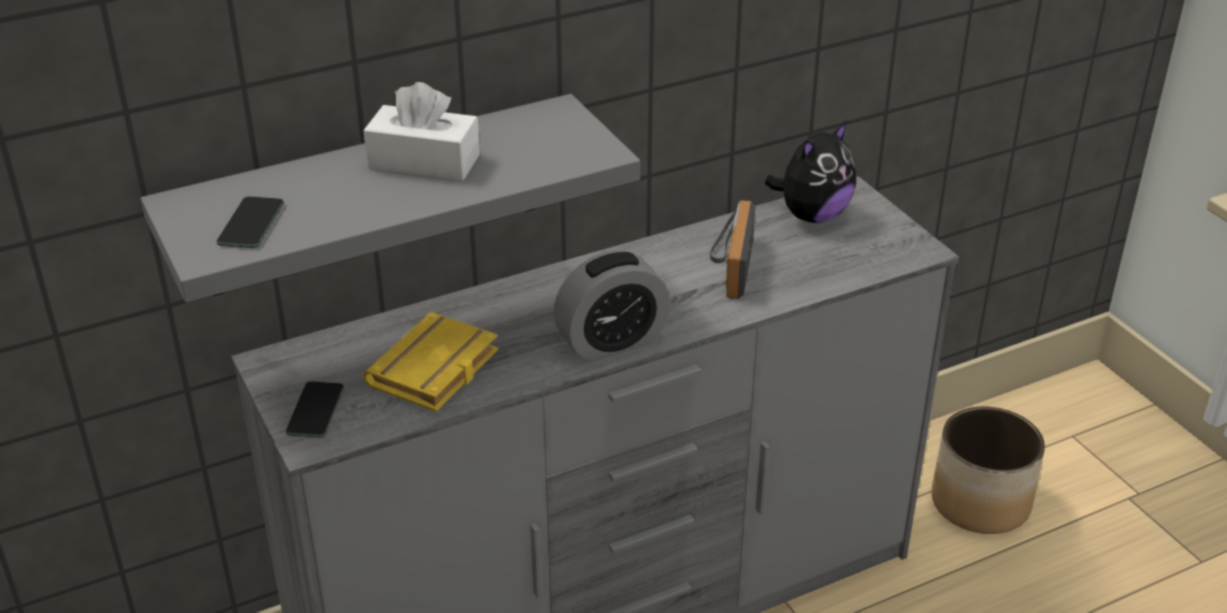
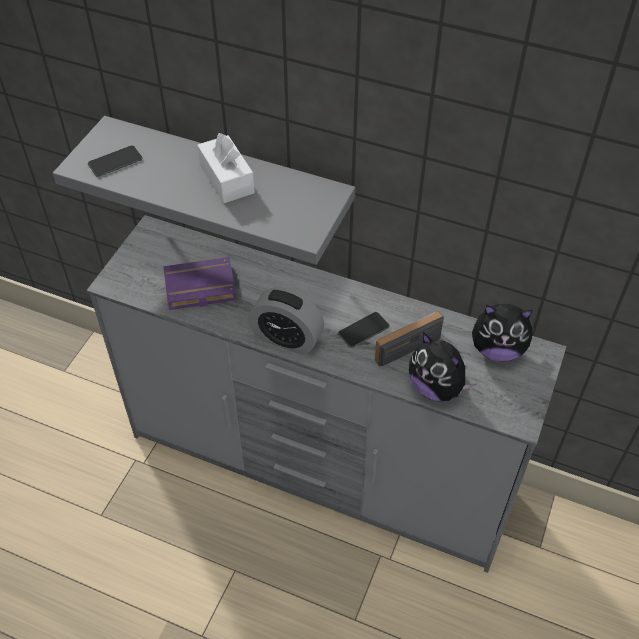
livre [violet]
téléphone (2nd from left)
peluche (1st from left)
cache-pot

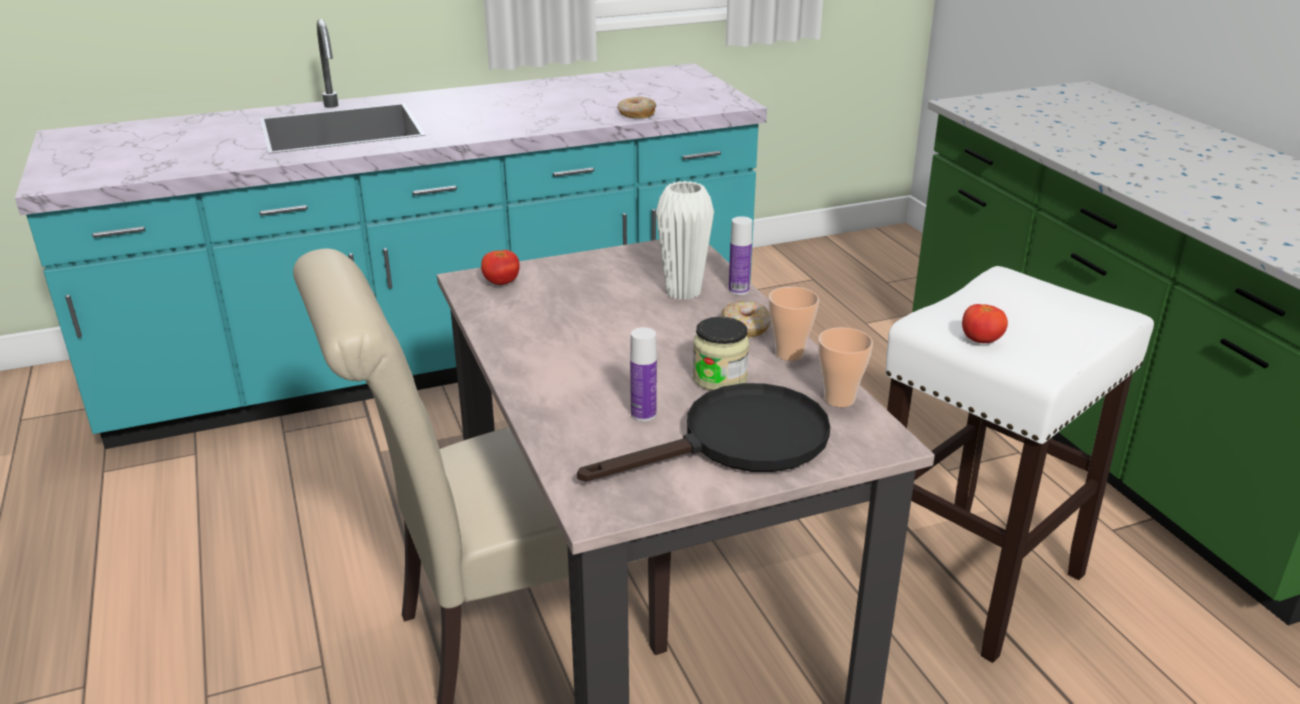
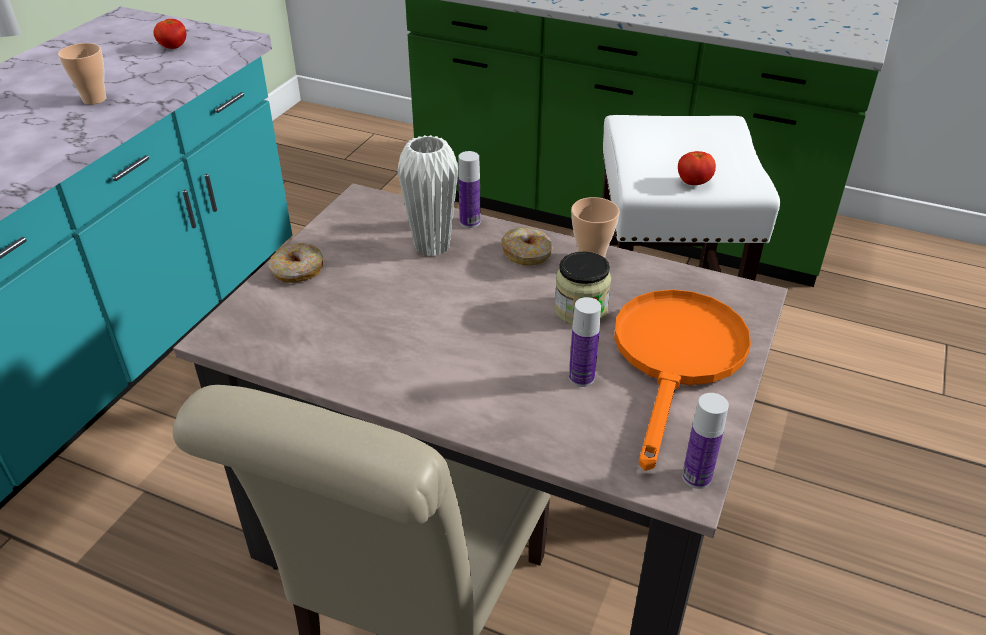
tasse (1st from left)
tomate (1st from left)
beignet (1st from left)
poêle [orange]
bouteille (3rd from left)

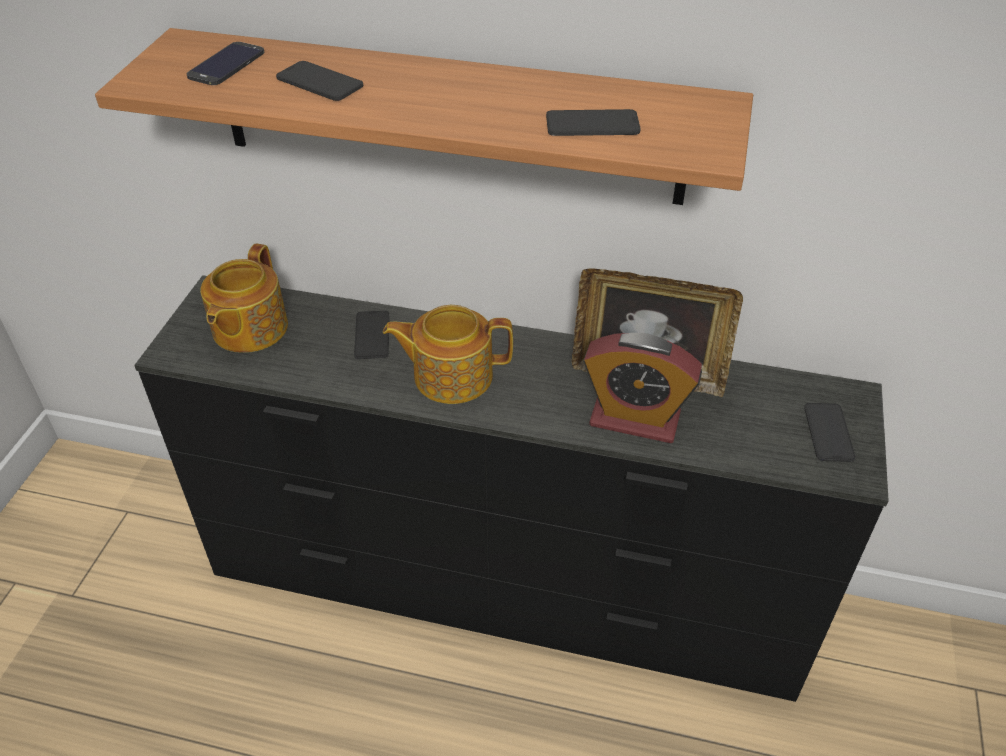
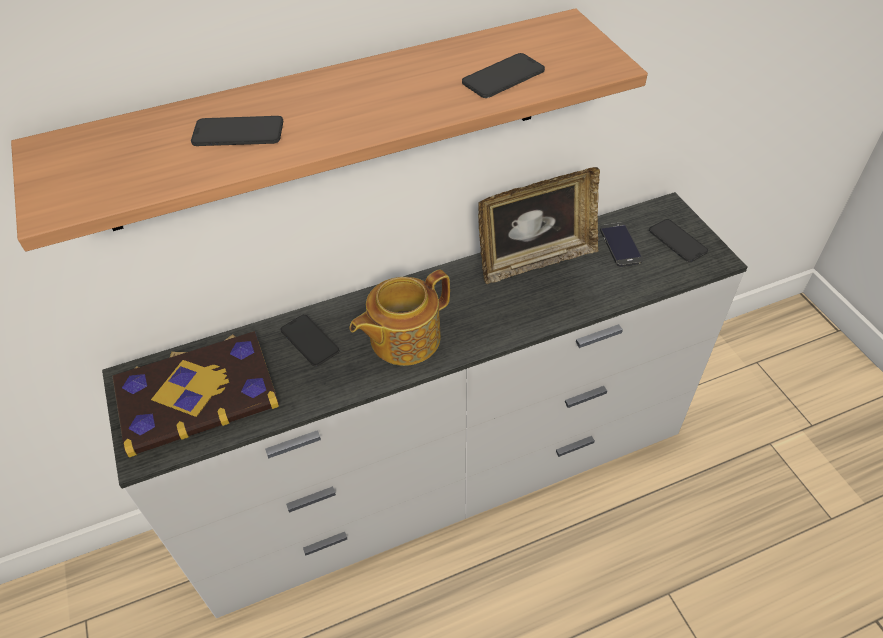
commode [blanc]
livre
téléphone (4th from left)
réveil

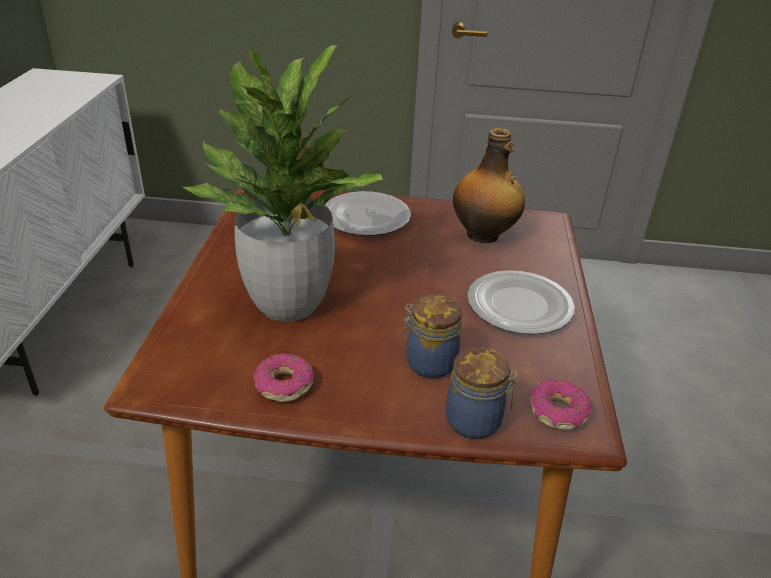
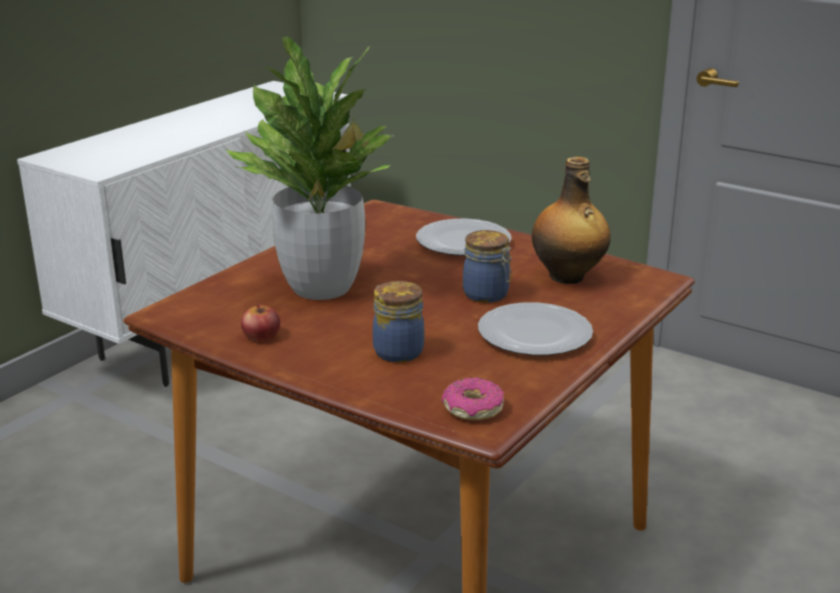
pomme
bocal (2nd from left)

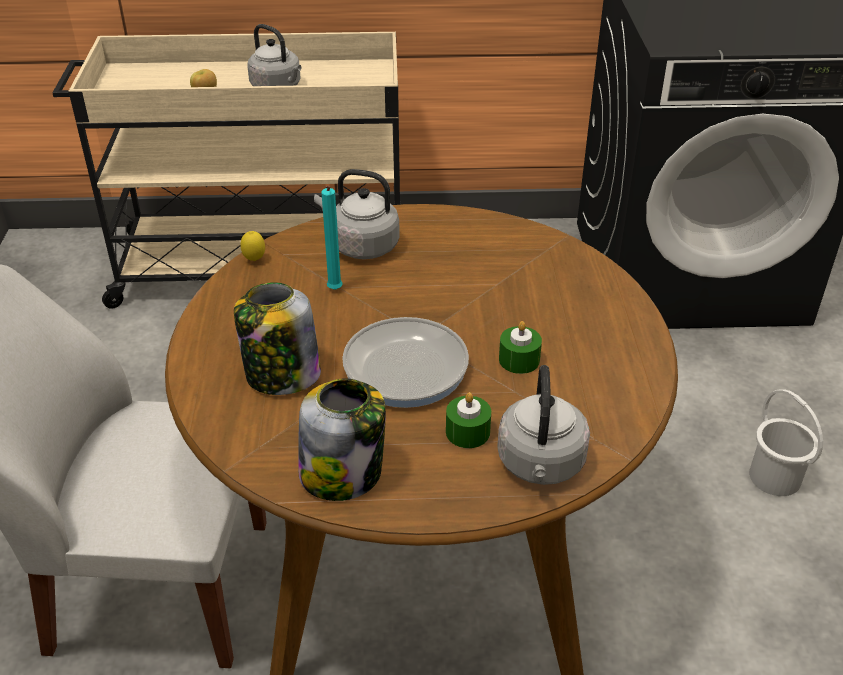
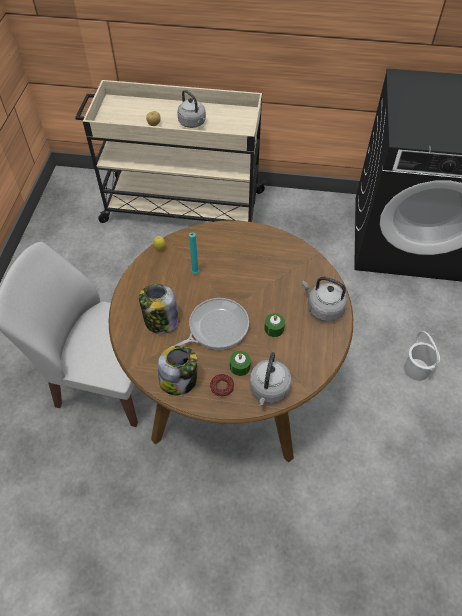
beignet
bouilloire [gris] (3rd from left)

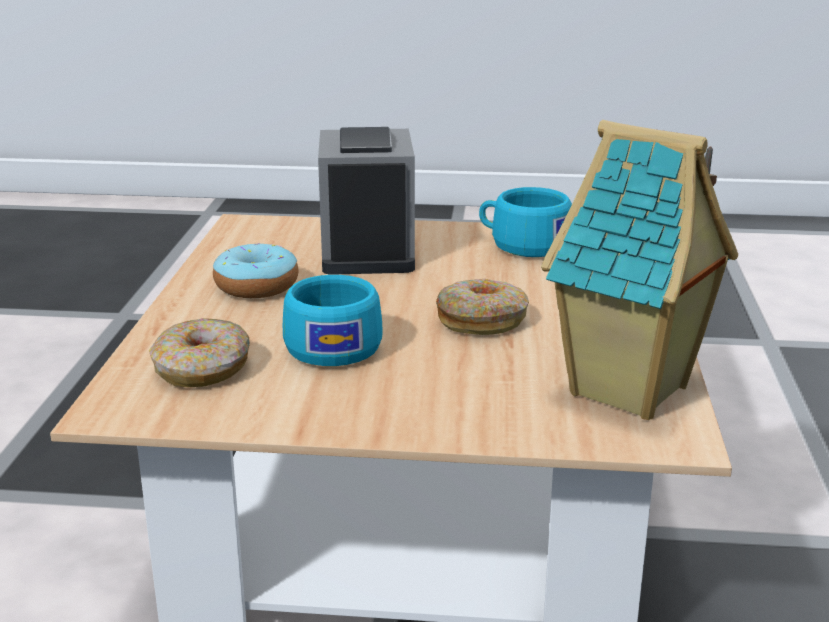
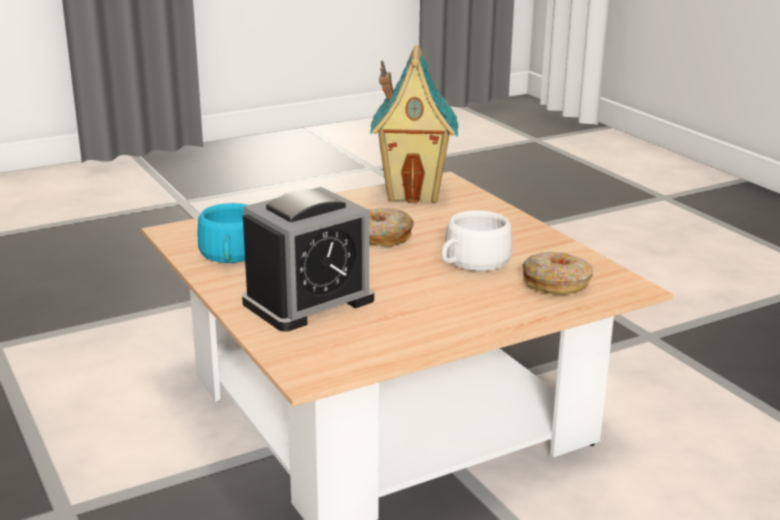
tasse [blanc]
beignet (2nd from left in the first image)

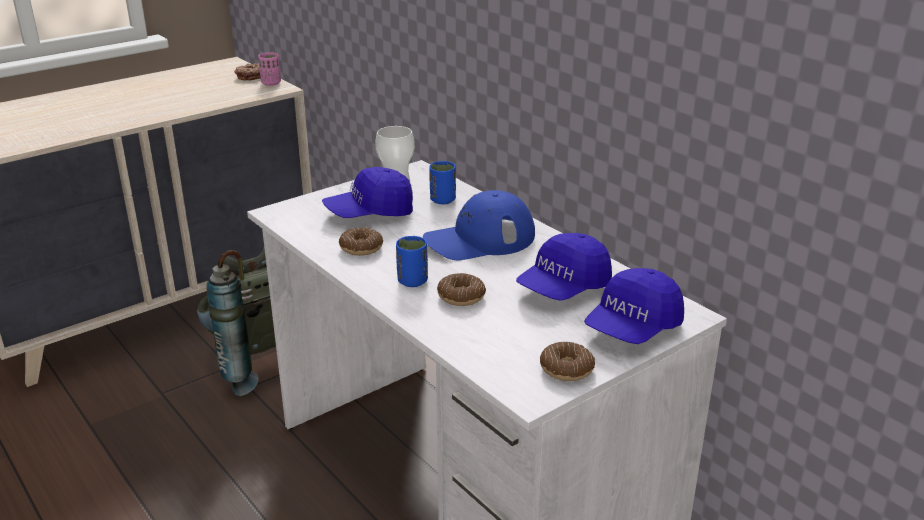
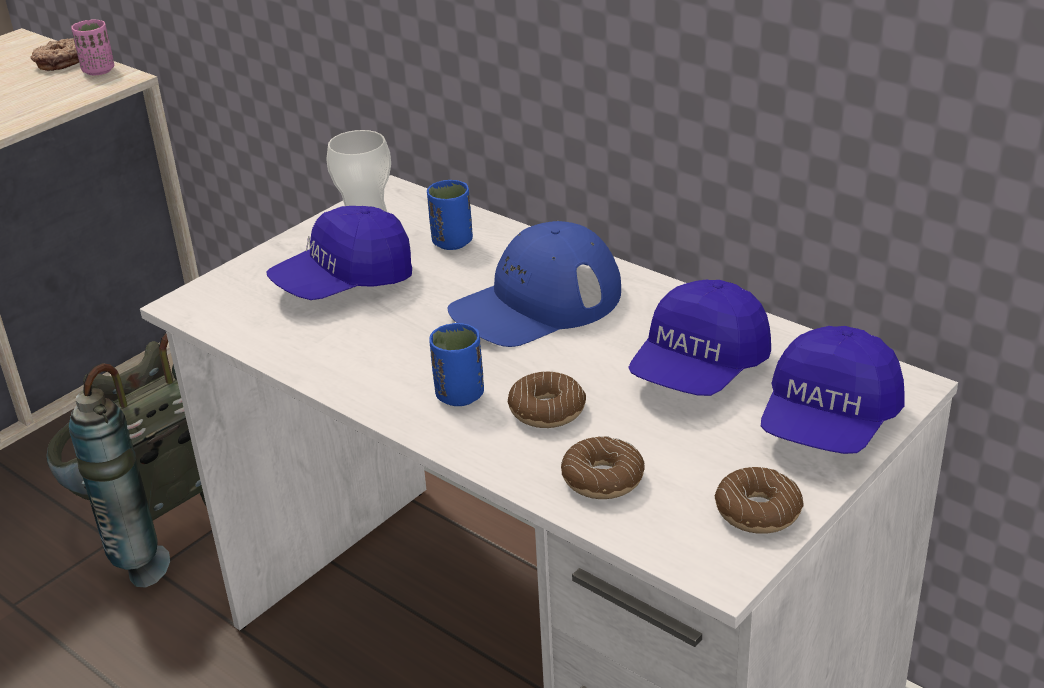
beignet (3rd from left)

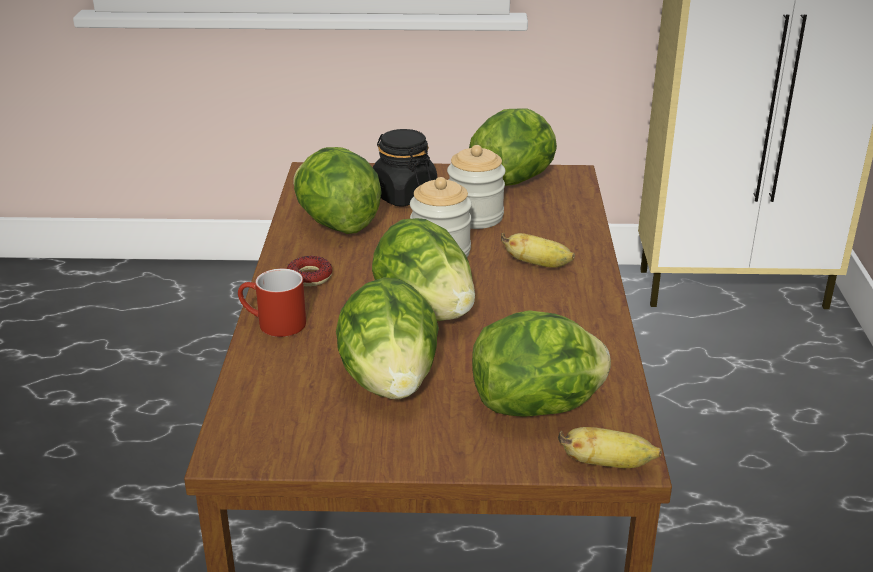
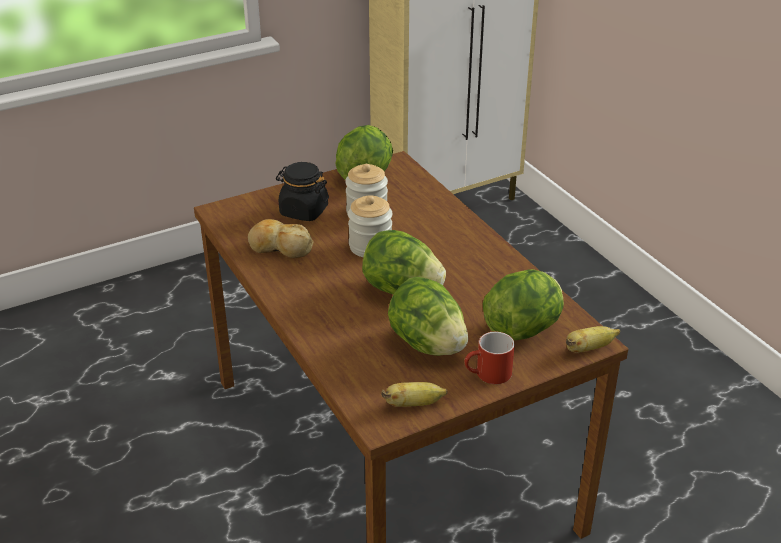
pain
banane (1st from left)
mug [rouge]
beignet

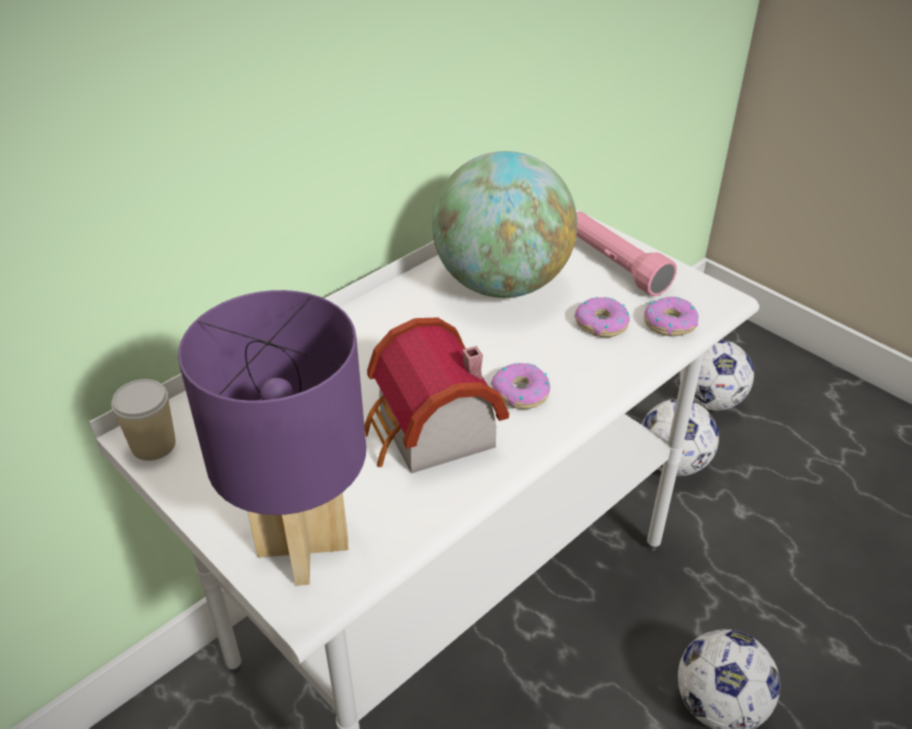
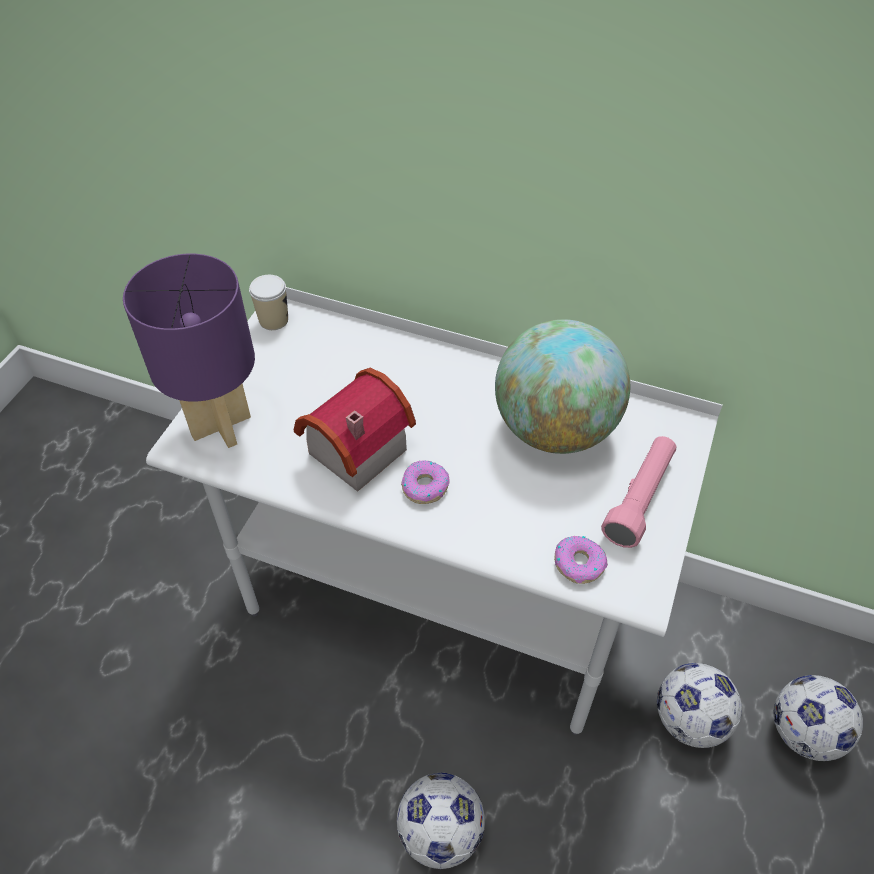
beignet (2nd from left in the first image)

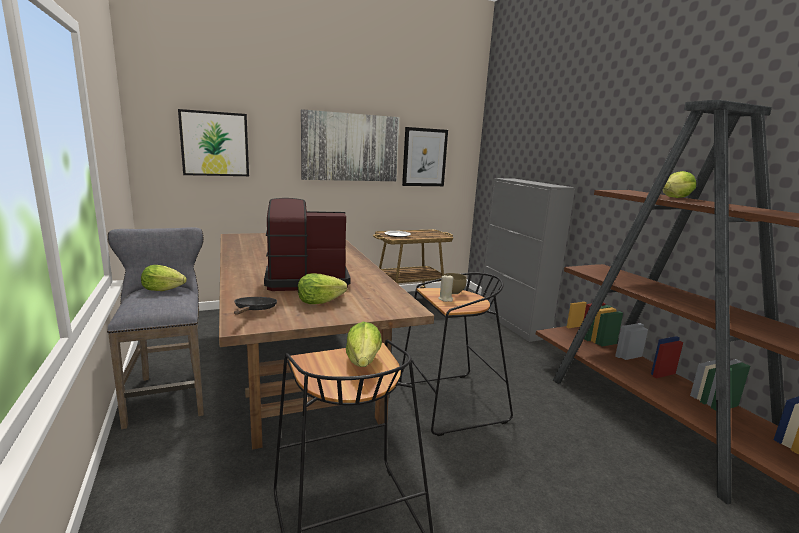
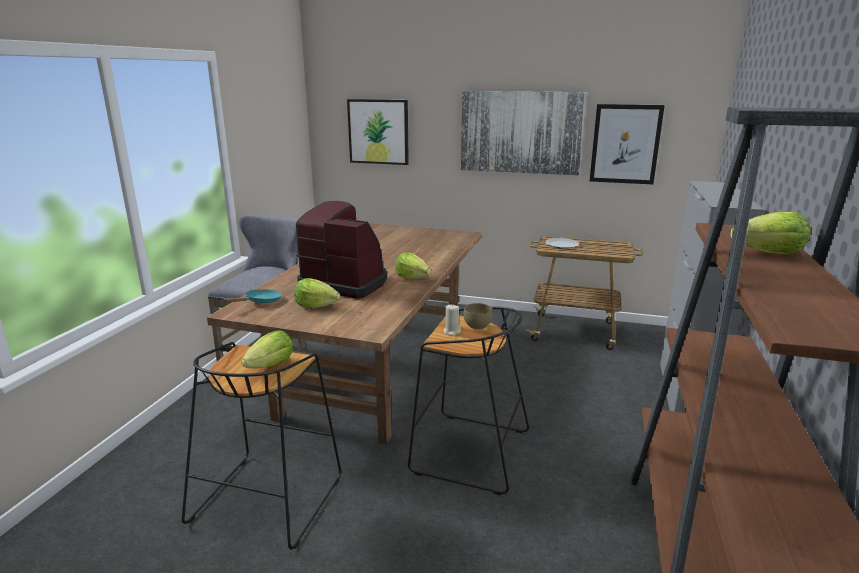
poêle [turquoise]
laitue (3rd from left)

